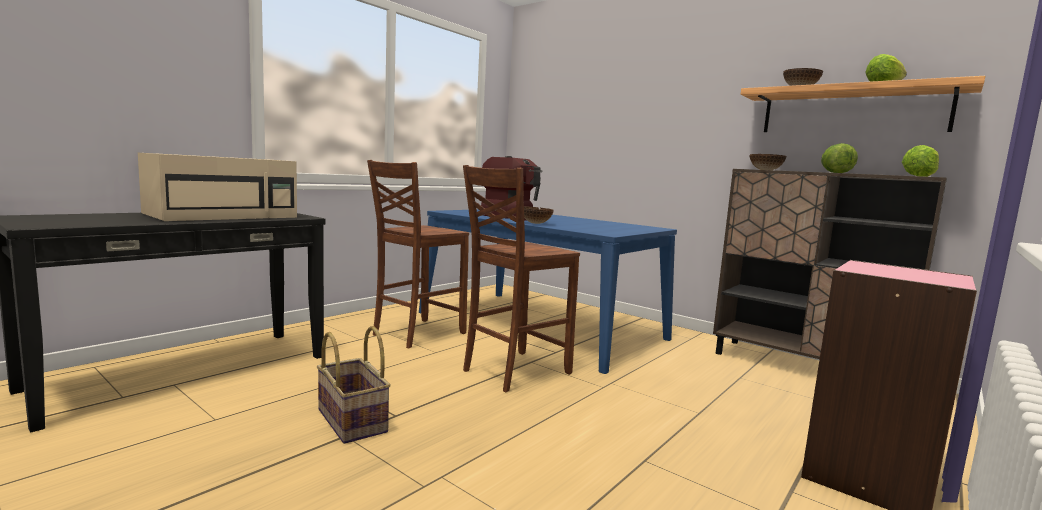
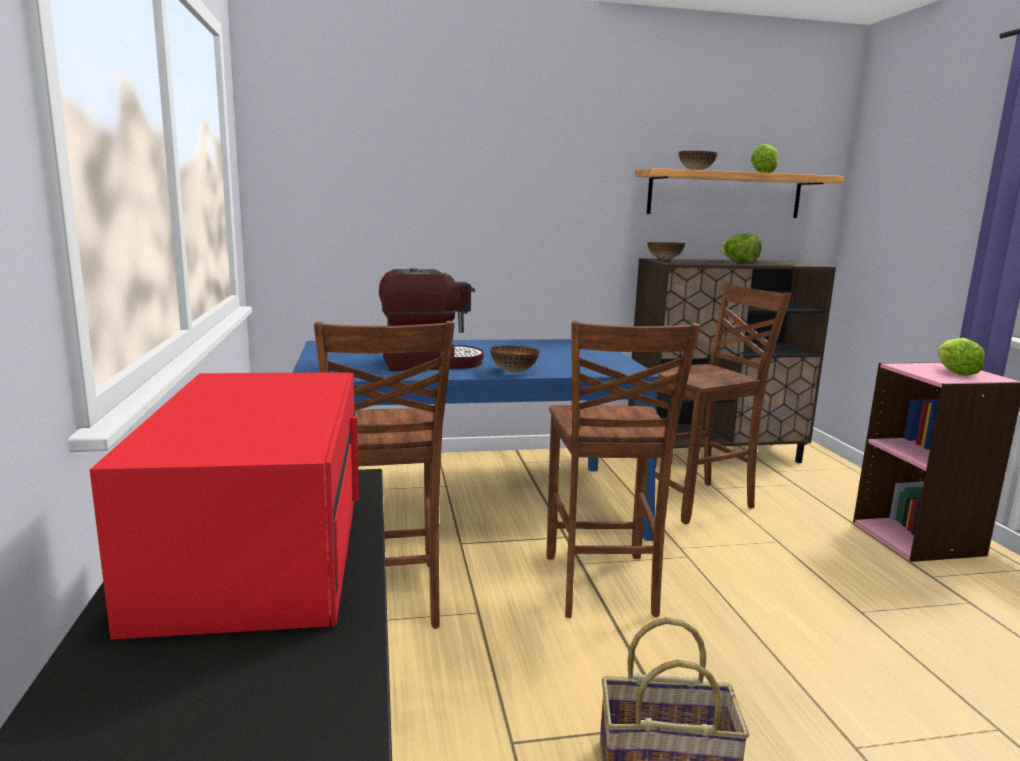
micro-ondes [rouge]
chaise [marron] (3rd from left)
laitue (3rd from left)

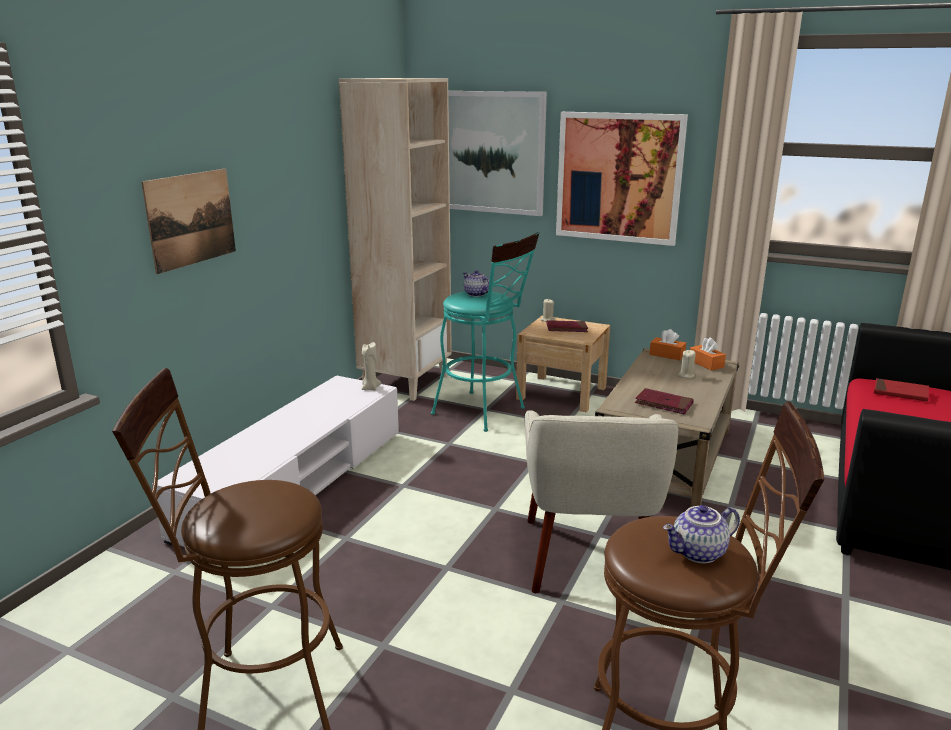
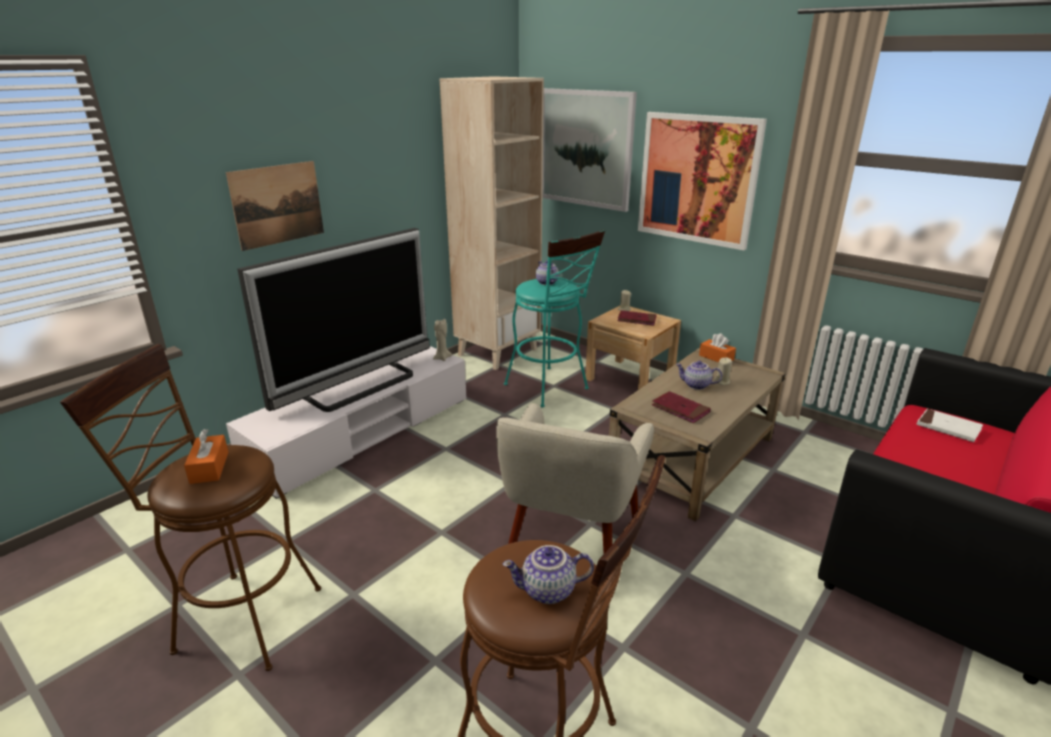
boîte à mouchoirs [orange] (1st from left)
téléviseur
théière (3rd from left)
livre [blanc]

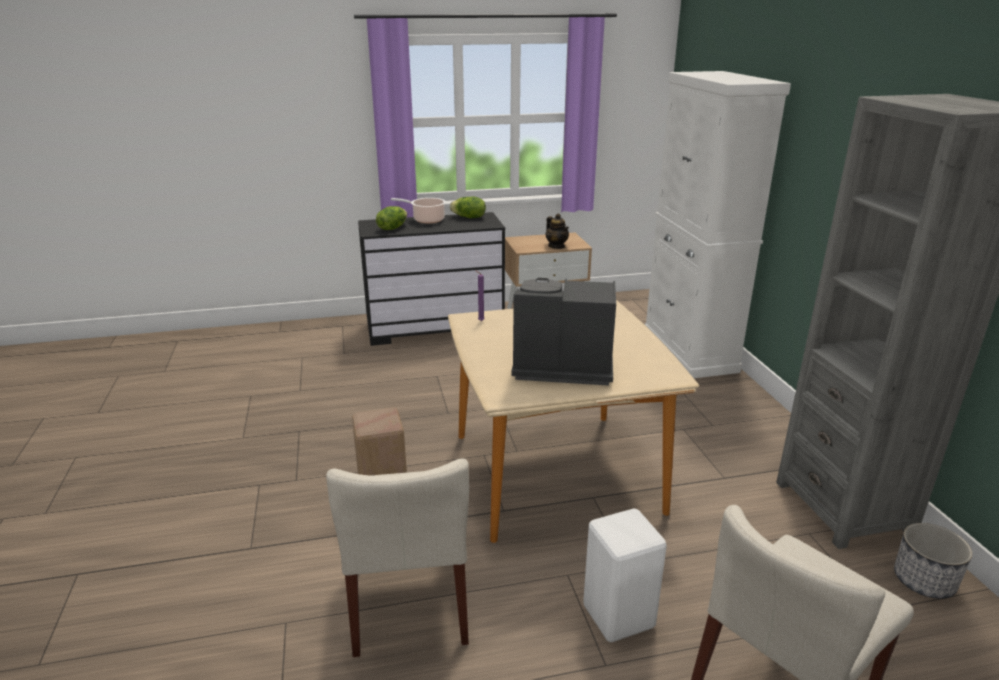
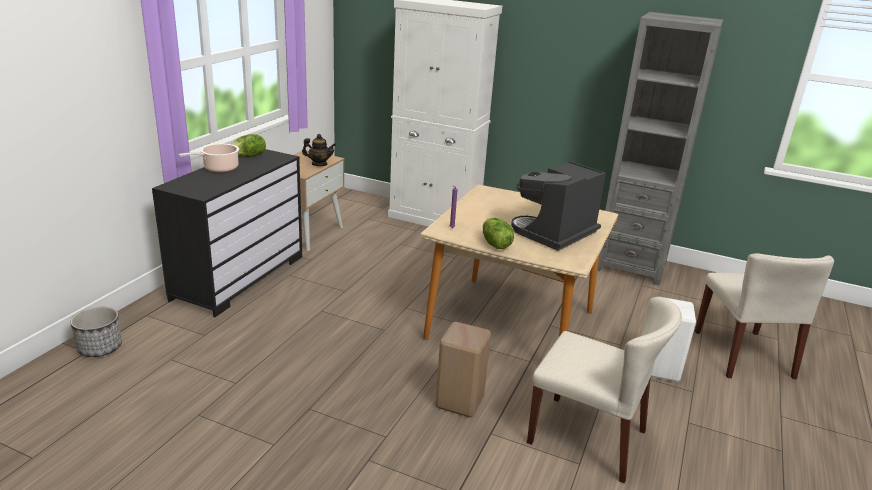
cache-pot
laitue (2nd from left)

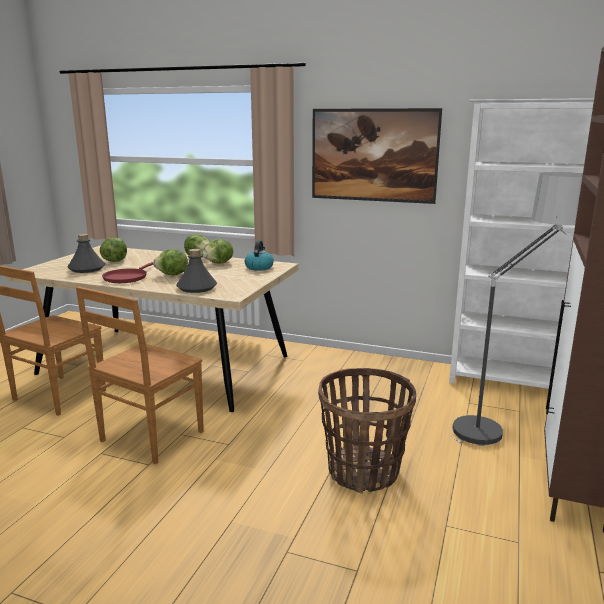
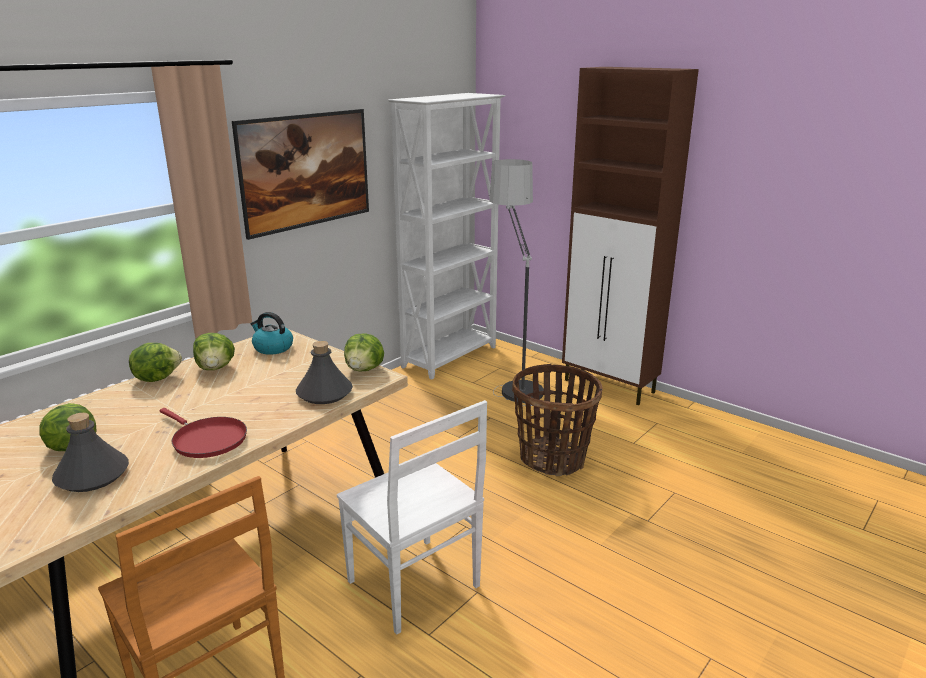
chaise [blanc]
laitue (4th from left)

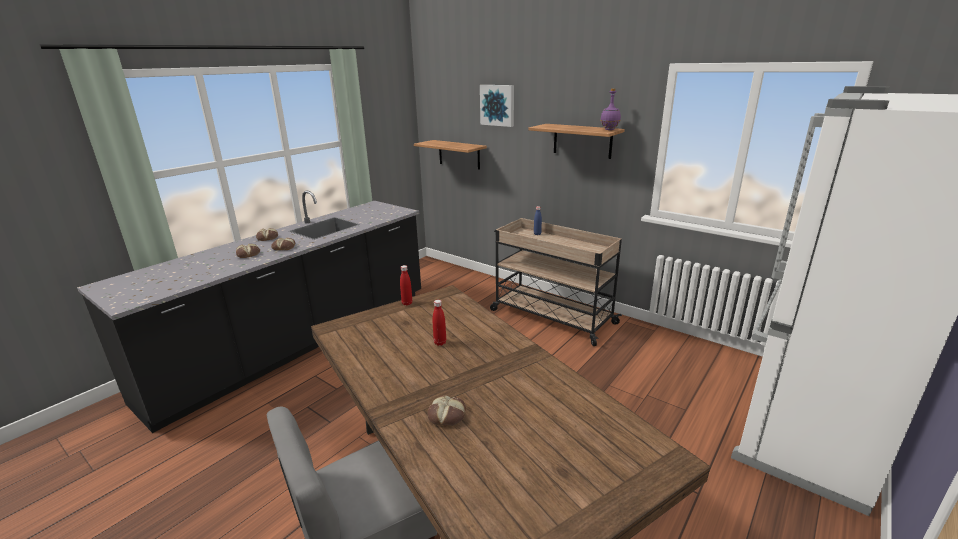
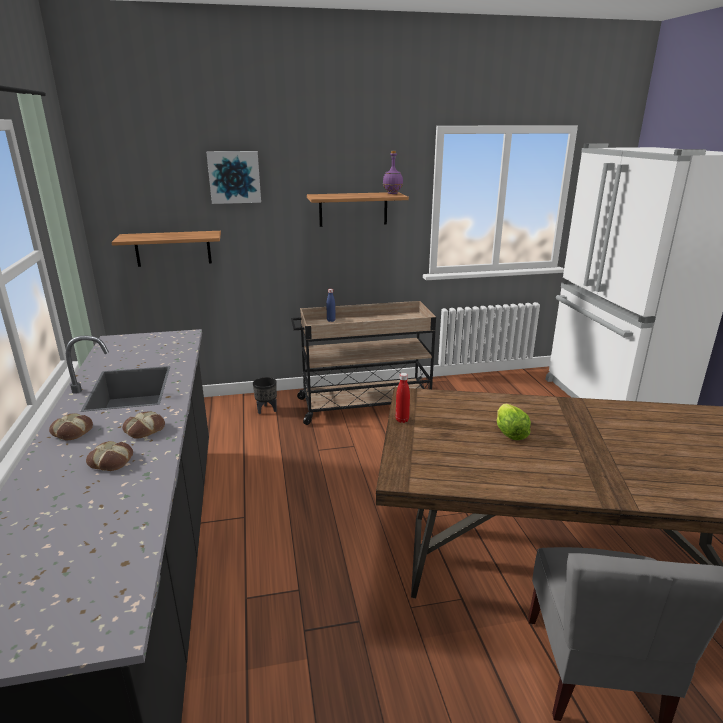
cache-pot [noir]
laitue
pain (4th from left in the first image)

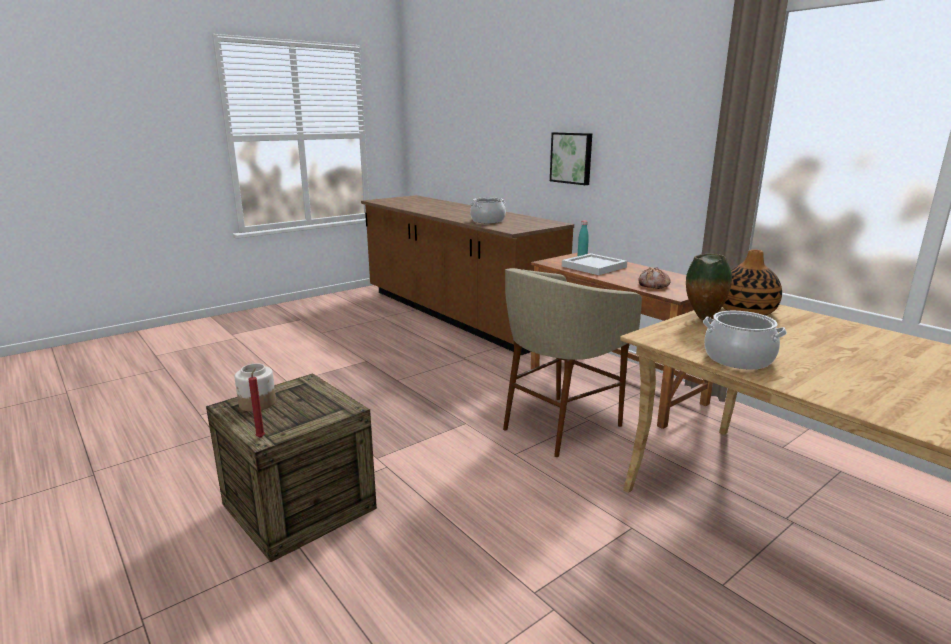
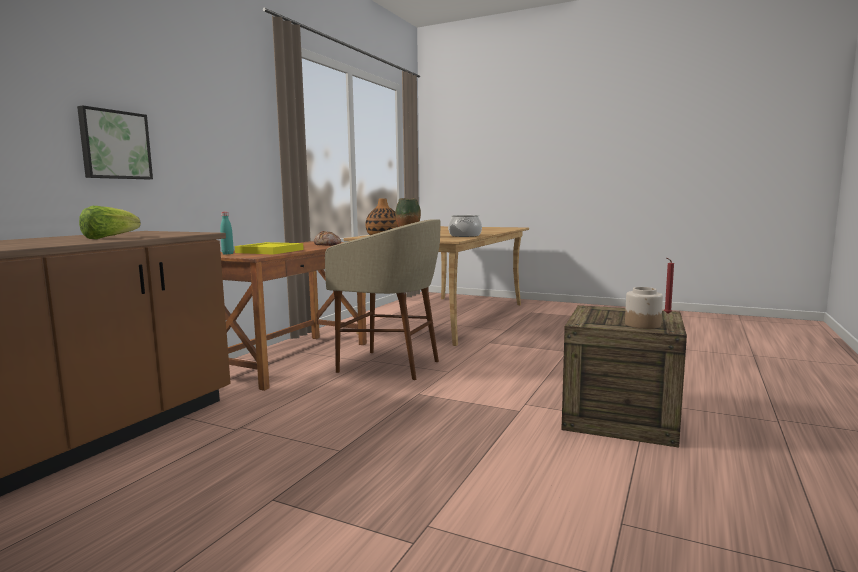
laitue
plateau [jaune]

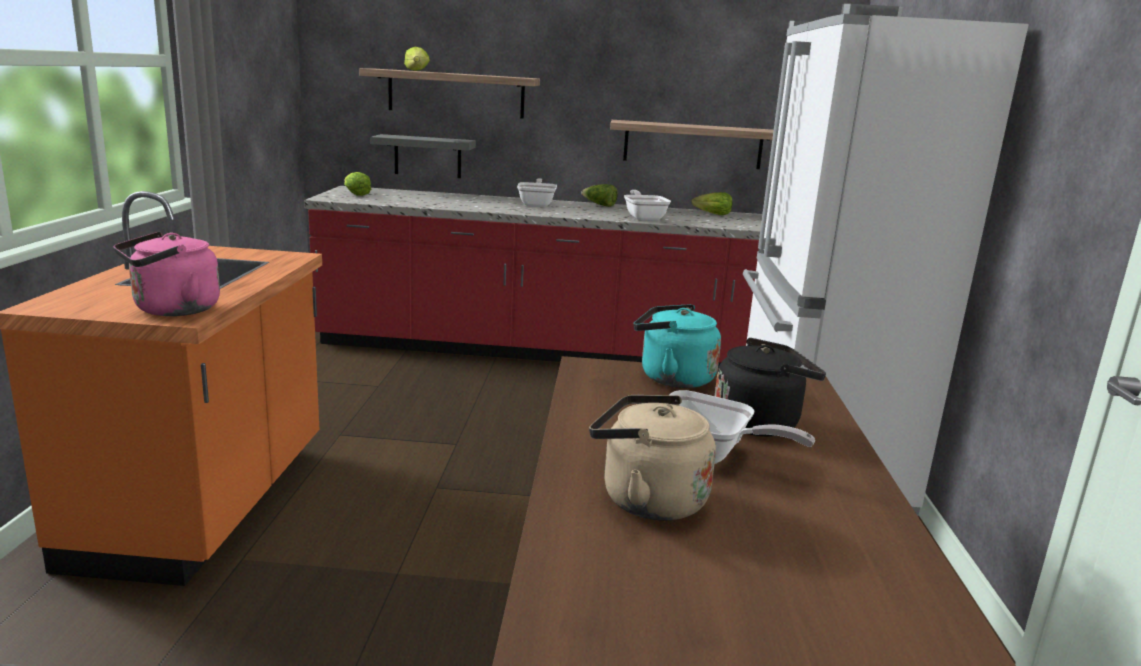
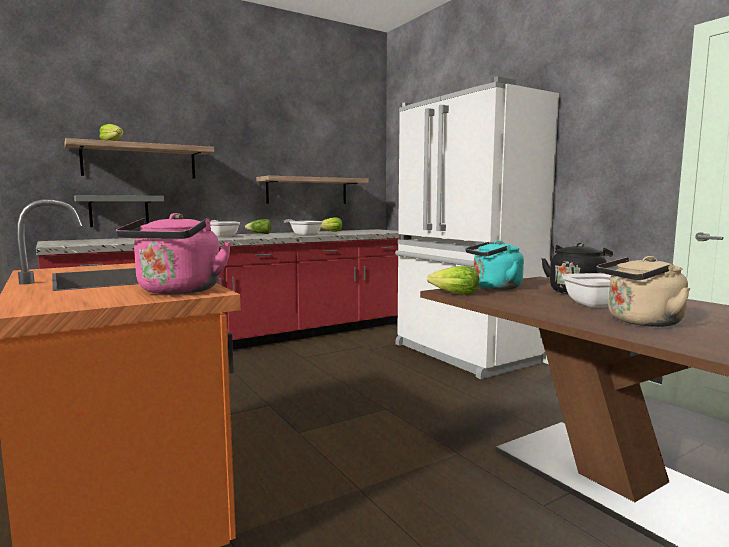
laitue (4th from left)

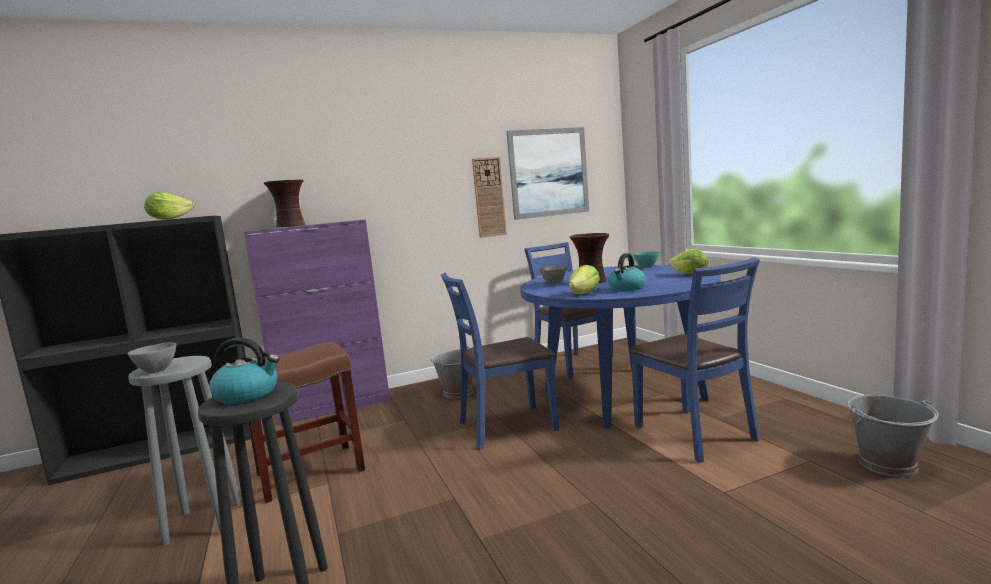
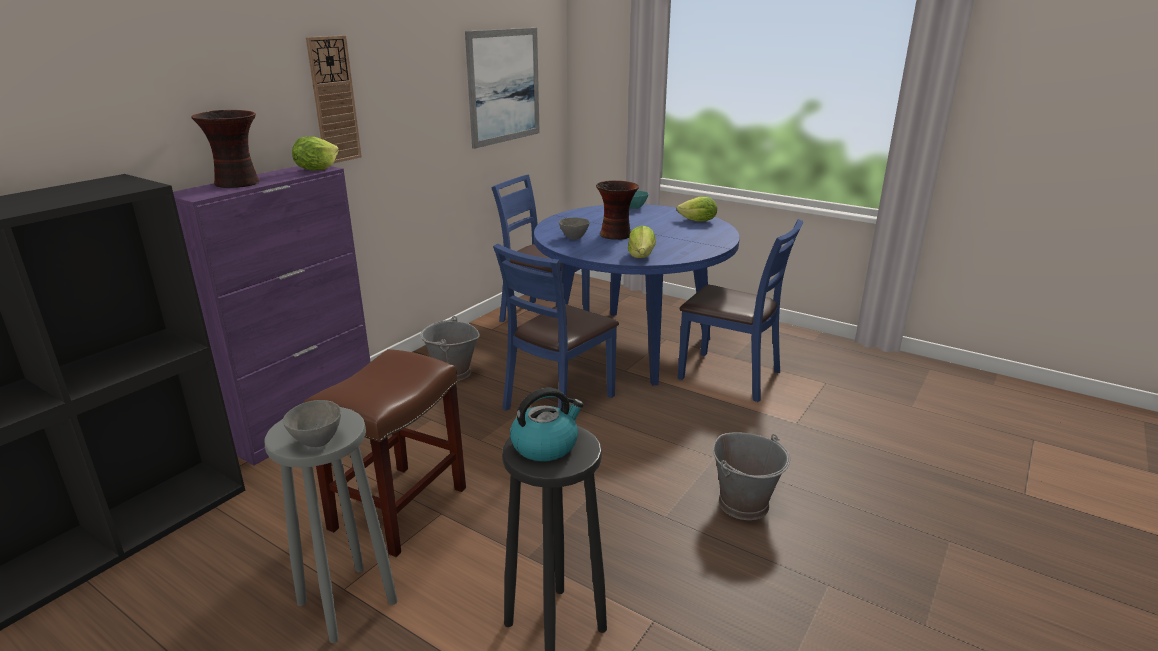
laitue (1st from left)
horloge murale
seau [gris] (2nd from left)
bouilloire (2nd from left in the first image)

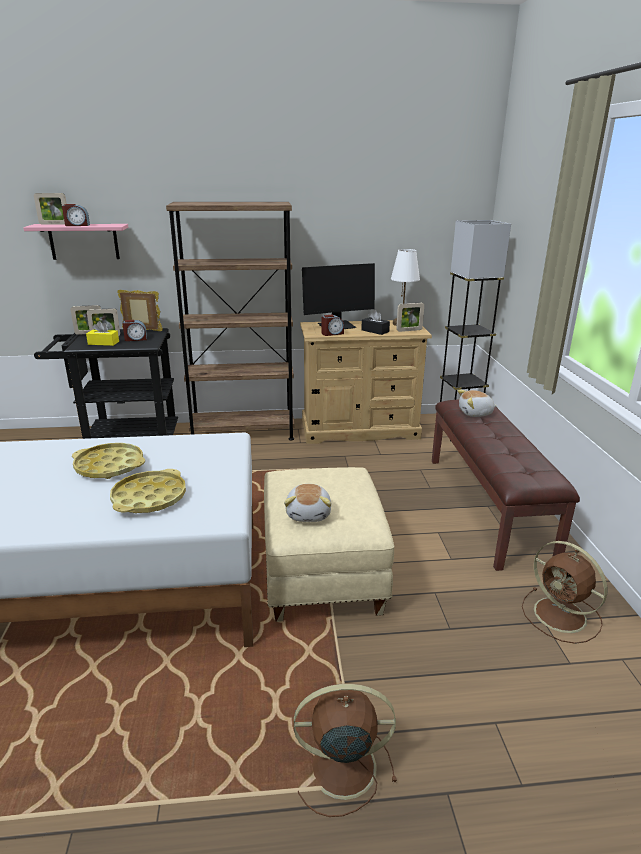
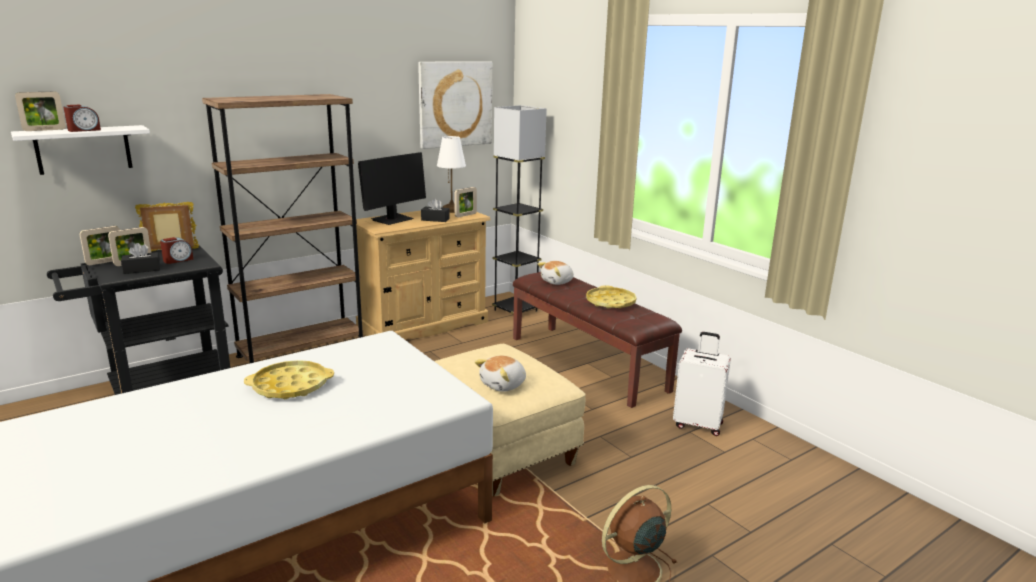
étagère [blanc]
boîte à mouchoirs [noir] (1st from left)
tableau
peluche (1st from left)
plateau [jaune] (2nd from left)
valise [blanc]
réveil (3rd from left in the first image)

